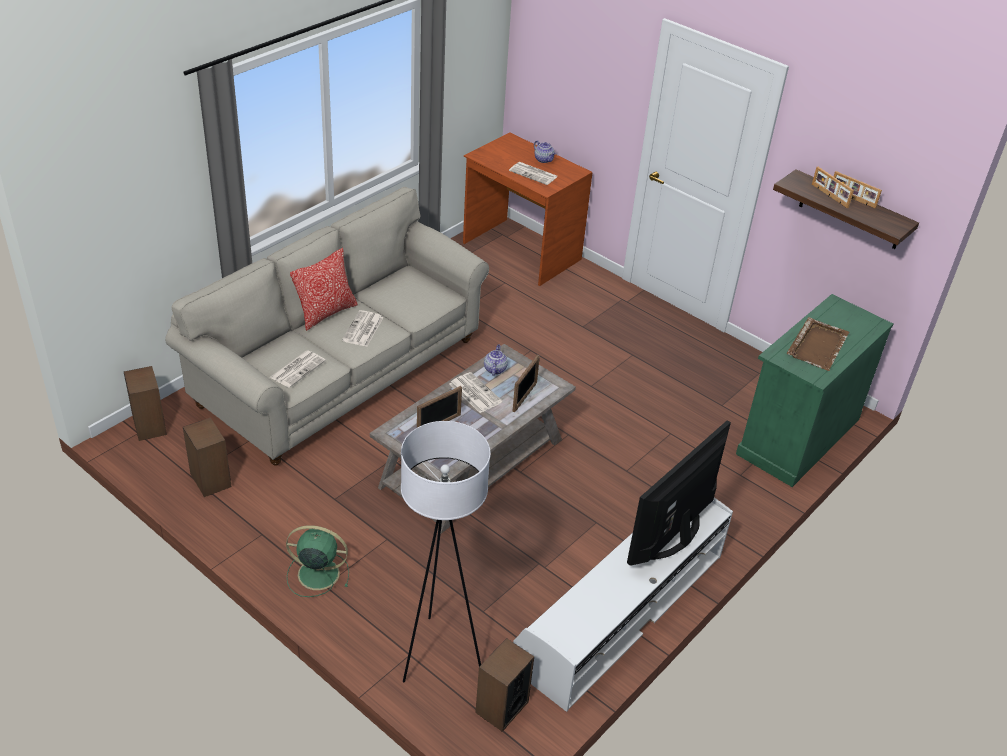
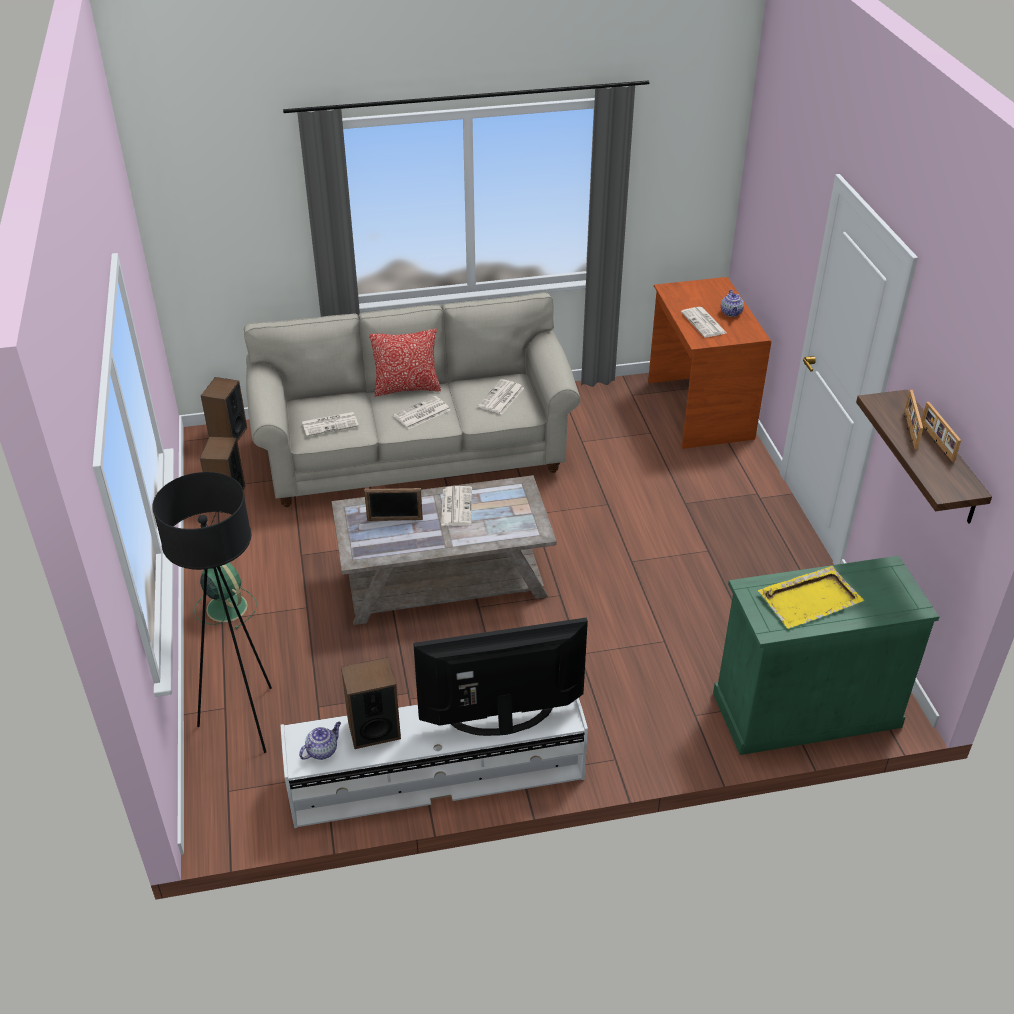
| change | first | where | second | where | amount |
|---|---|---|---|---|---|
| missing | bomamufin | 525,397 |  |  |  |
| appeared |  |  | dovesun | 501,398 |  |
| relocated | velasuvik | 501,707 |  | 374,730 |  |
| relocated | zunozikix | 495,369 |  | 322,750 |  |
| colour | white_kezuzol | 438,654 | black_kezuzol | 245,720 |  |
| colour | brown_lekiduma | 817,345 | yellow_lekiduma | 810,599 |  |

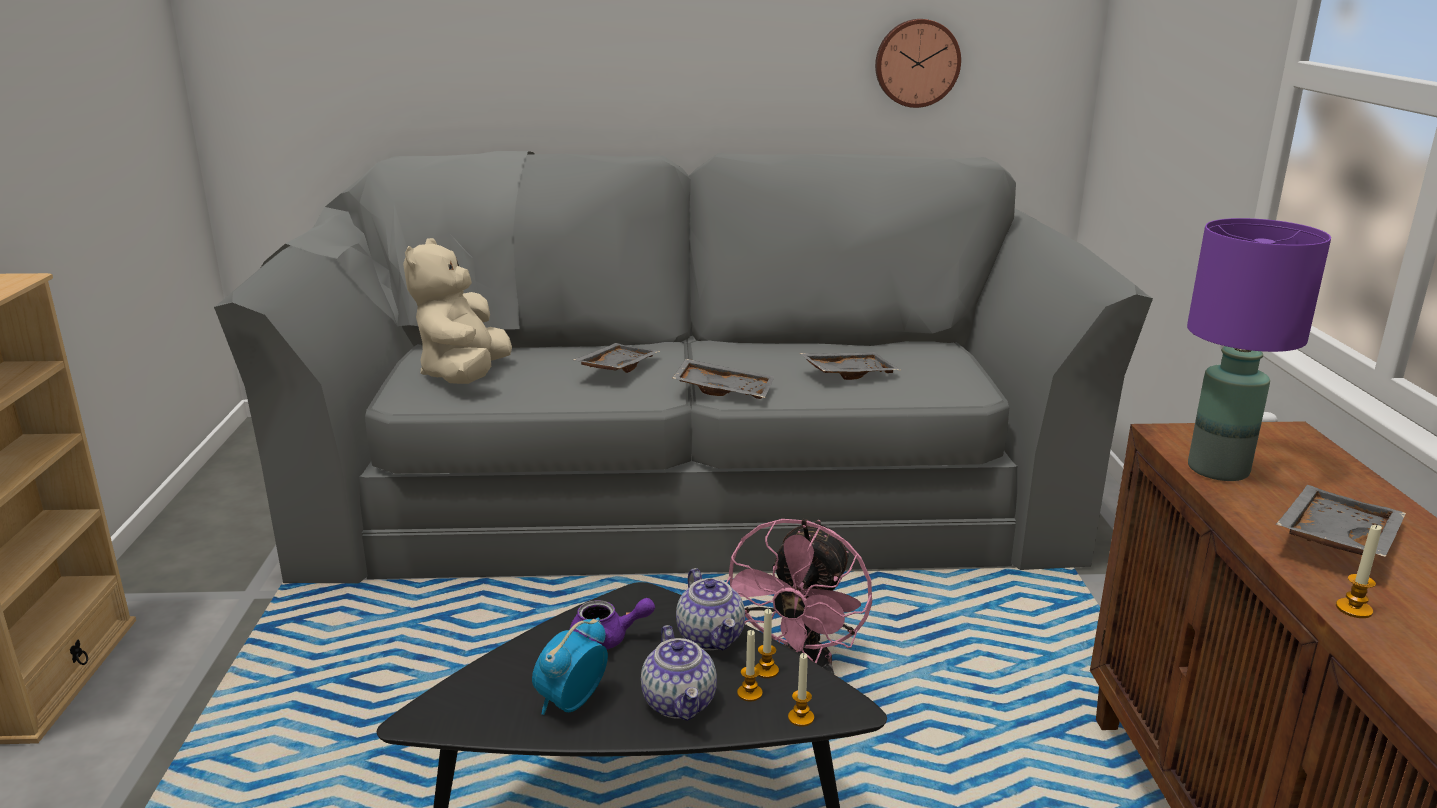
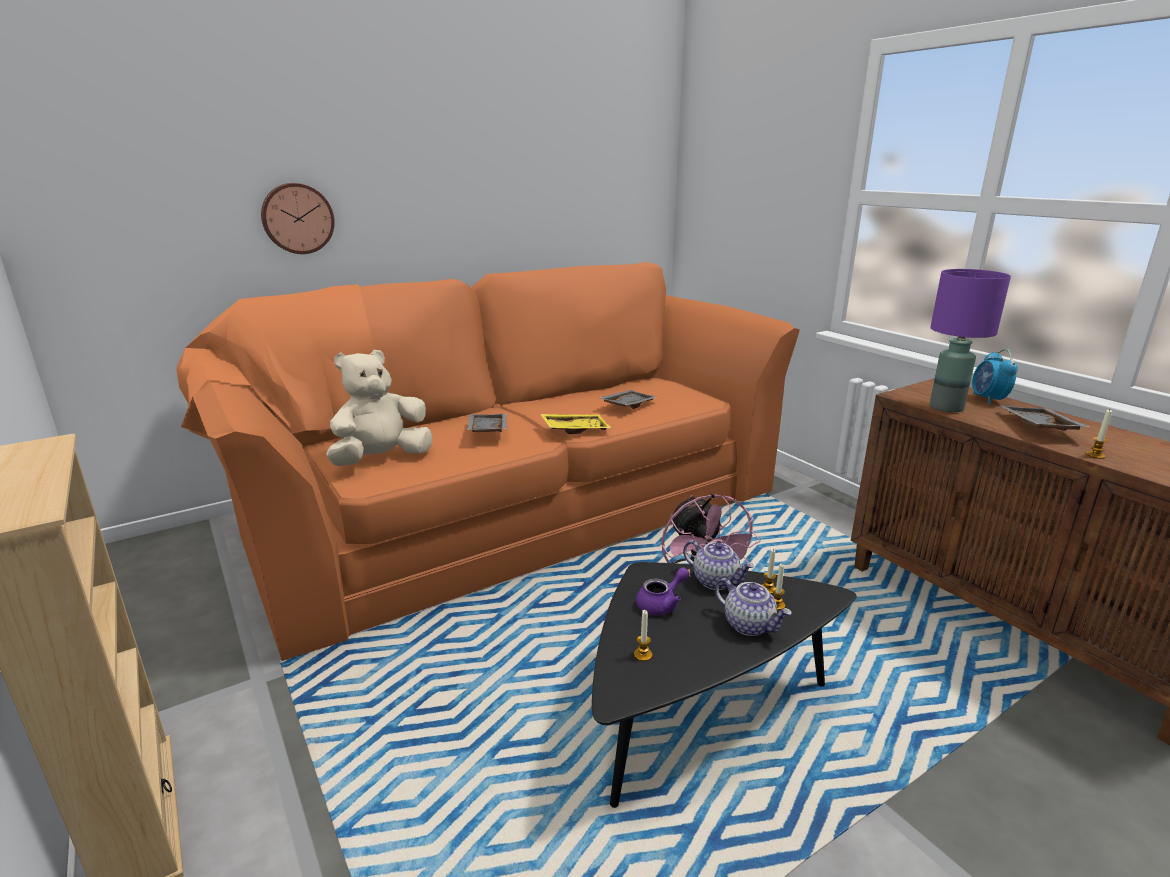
| change | first | where | second | where | amount |
|---|---|---|---|---|---|
| relocated | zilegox | 571,703 |  | 988,399 |  |
| relocated | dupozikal | 801,718 |  | 643,655 |  |
| relocated | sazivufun | 916,63 |  | 297,218 |  |
| colour | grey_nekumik | 685,487 | orange_nekumik | 511,506 |  |
| colour | grey_lekiduma | 724,390 | yellow_lekiduma | 575,429 |  |
| spun | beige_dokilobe | 465,376 |  | 381,459 | 75 degrees clockwise |

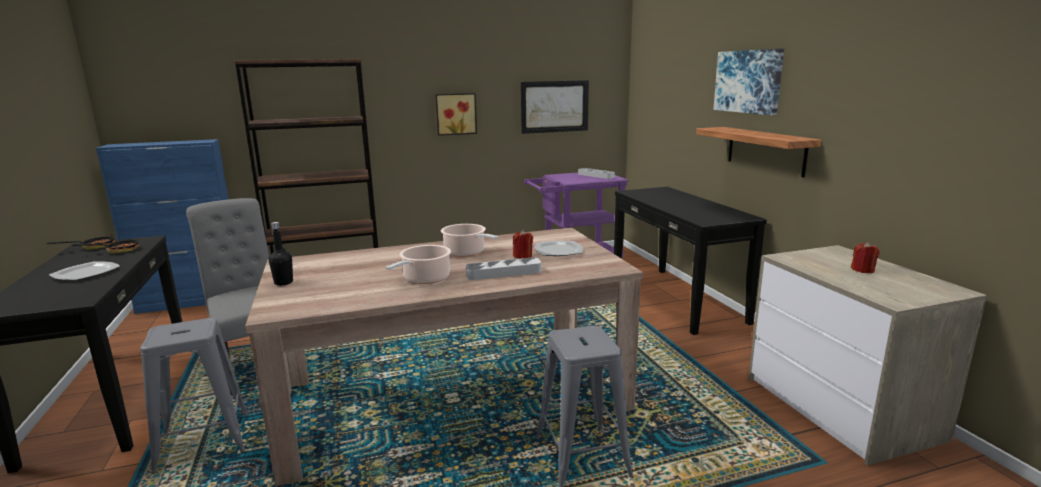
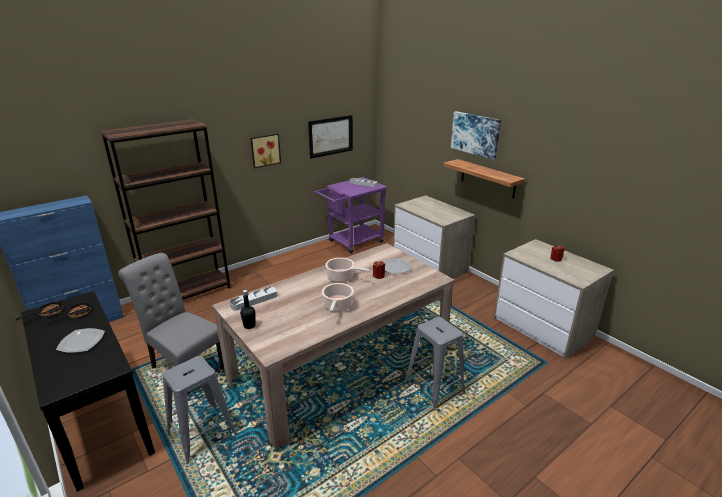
| change | first | where | second | where | amount |
|---|---|---|---|---|---|
| relocated | grey_lekiduma | 503,273 |  | 254,300 |  |
| exchanged | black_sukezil | 676,298 | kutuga | 430,266 |  |

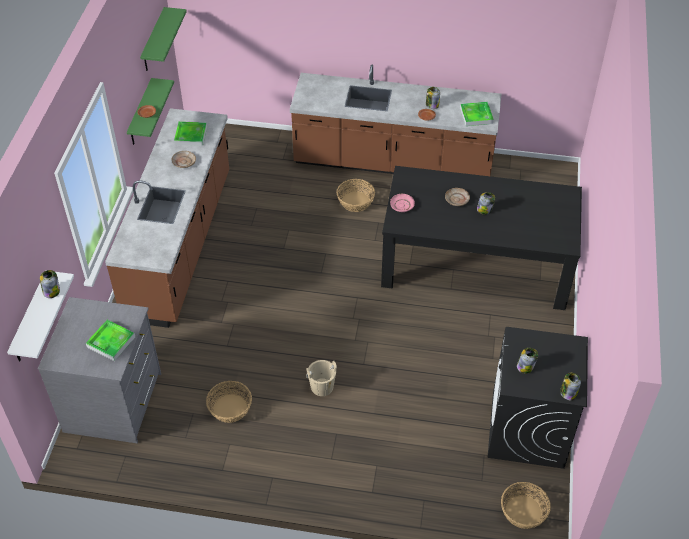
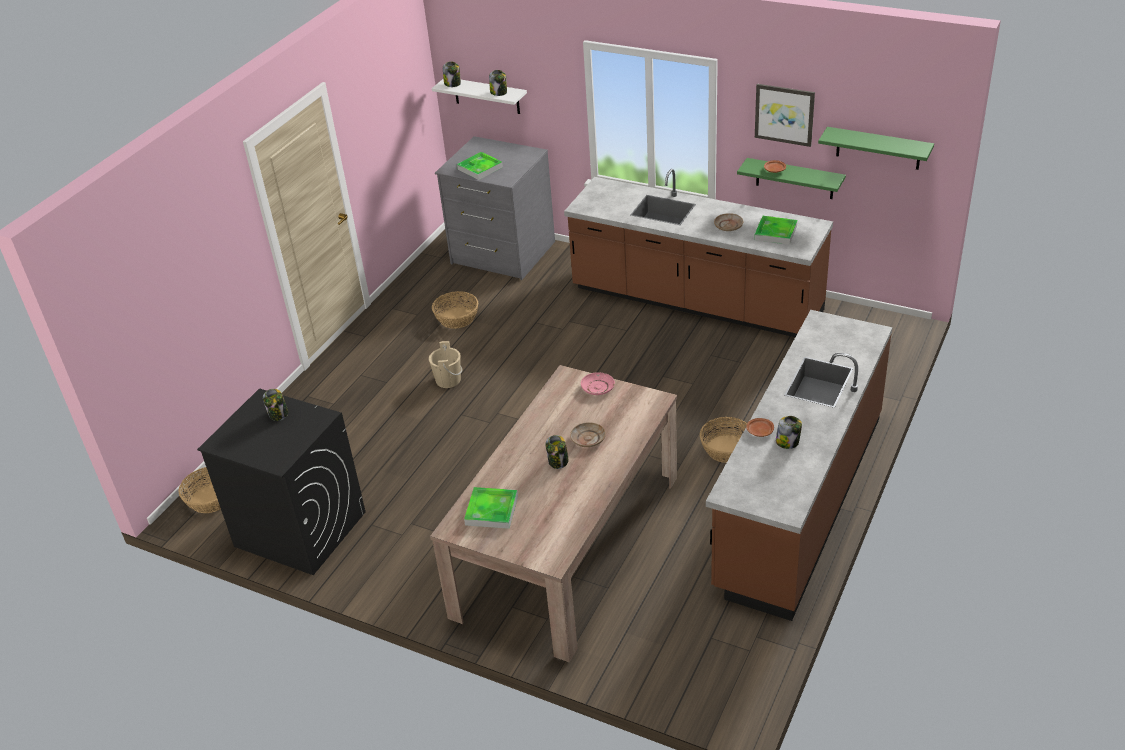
| change | first | where | second | where | amount |
|---|---|---|---|---|---|
| appeared |  |  | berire | 784,114 |  |
| relocated | lekiduma | 476,115 |  | 491,510 |  |
| relocated | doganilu | 568,392 |  | 453,84 |  |
| colour | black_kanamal | 476,264 | beige_kanamal | 568,545 |  |

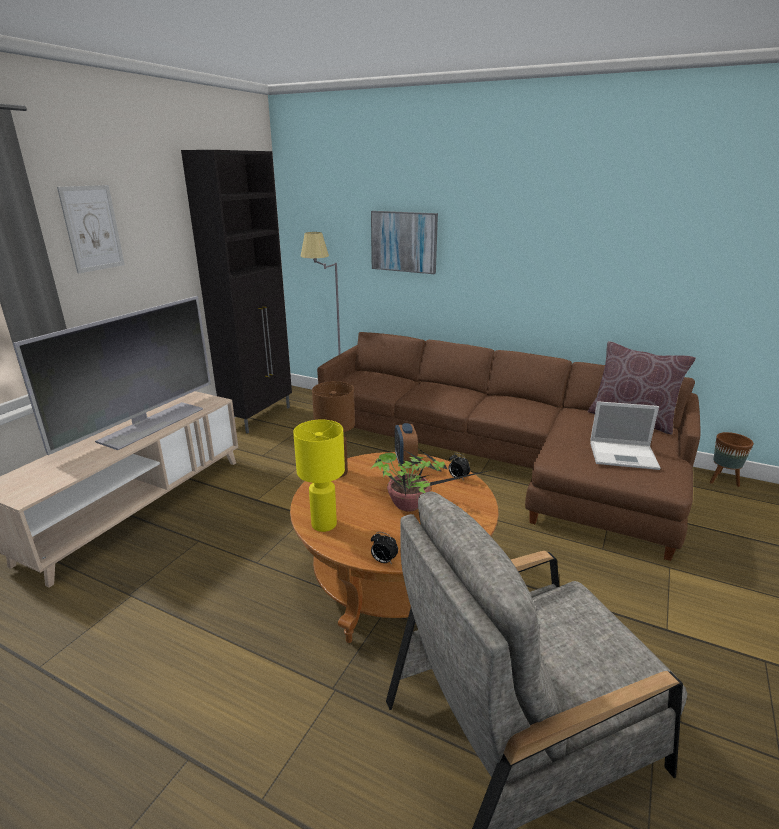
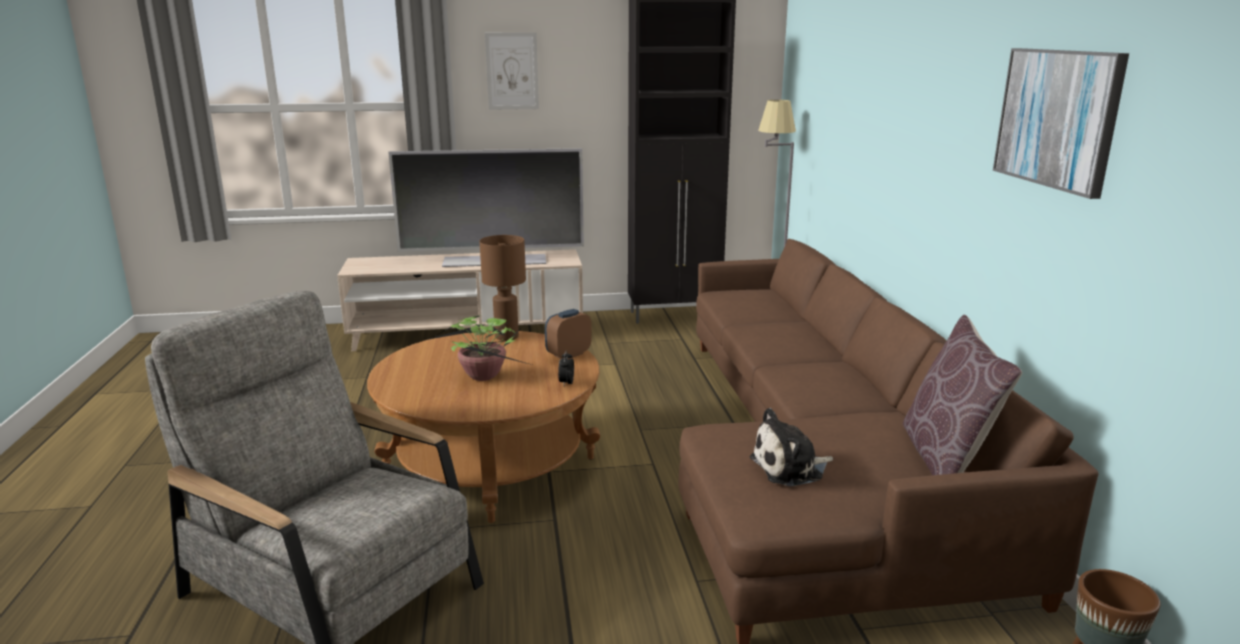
| change | first | where | second | where | amount |
|---|---|---|---|---|---|
| missing | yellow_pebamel | 324,524 |  |  |  |
| missing | zilegox | 383,561 |  |  |  |
| relocated | berire | 404,242 |  | 1057,118 |  |
| exchanged | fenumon | 624,455 | dokilobe | 790,468 |  |

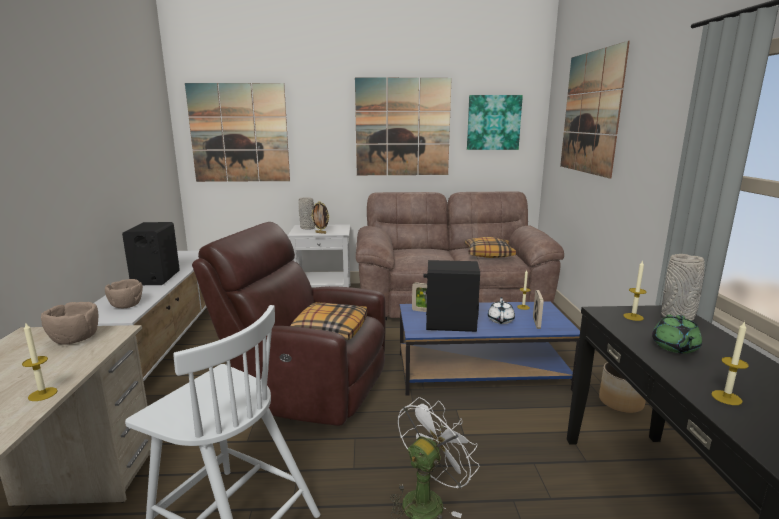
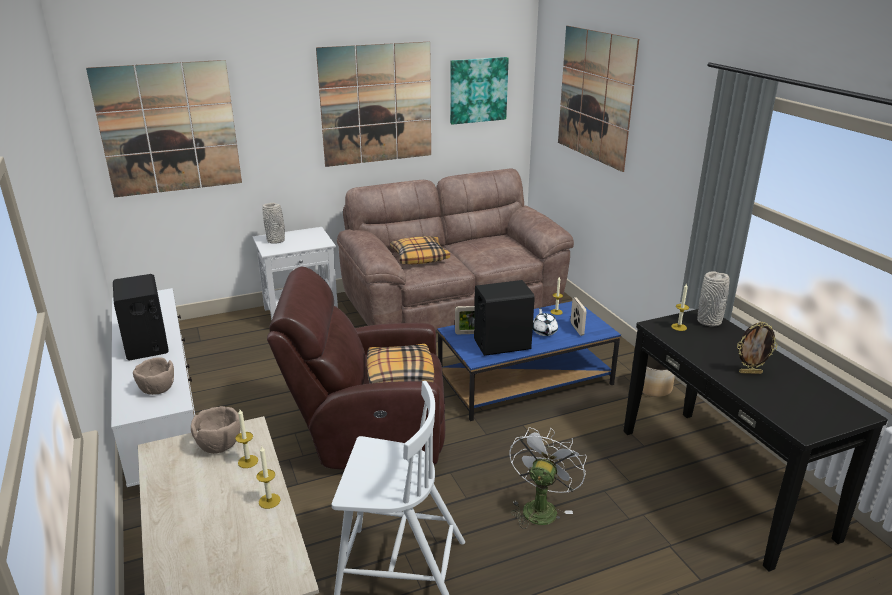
| change | first | where | second | where | amount |
|---|---|---|---|---|---|
| missing | green_zunozikix | 675,347 |  |  |  |
| relocated | bomamufin | 321,233 |  | 750,372 |  |
| relocated | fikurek | 488,254 |  | 419,257 |  |
| relocated | dupozikal | 726,397 |  | 248,461 |  |

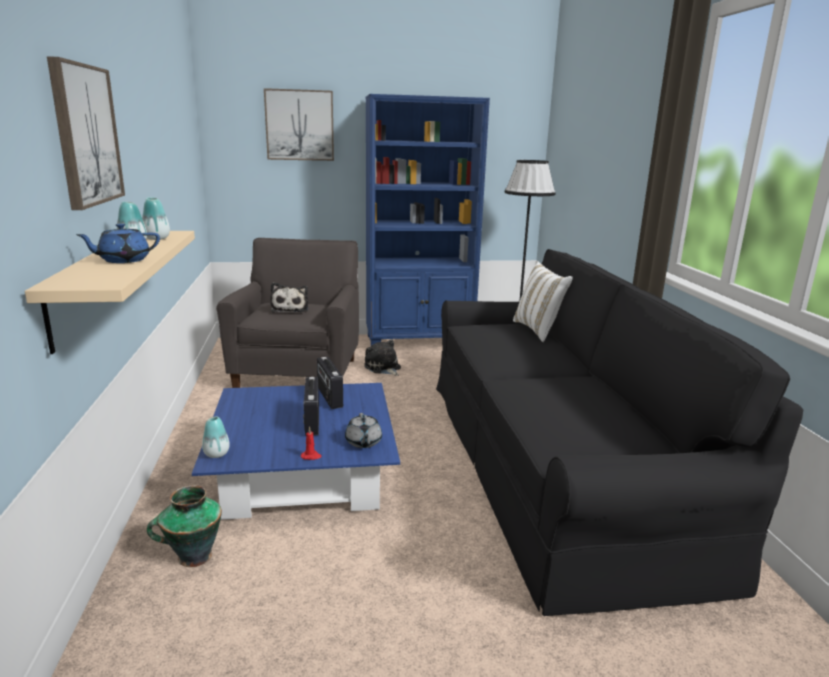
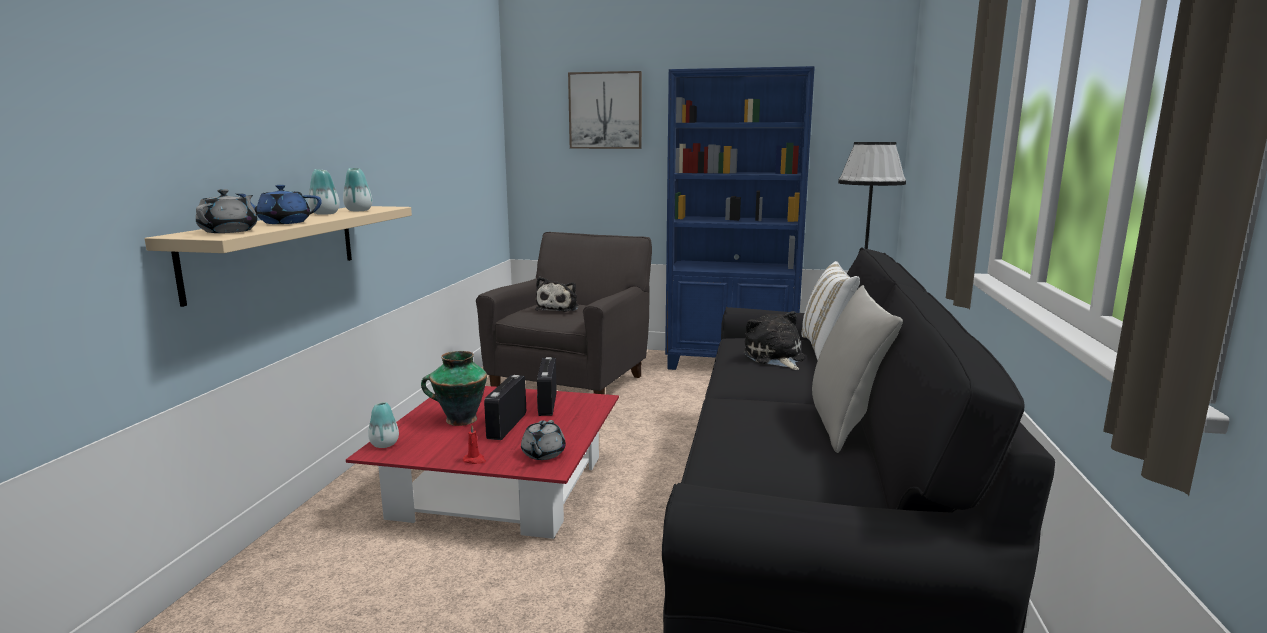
| change | first | where | second | where | amount |
|---|---|---|---|---|---|
| missing | berire | 86,135 |  |  |  |
| appeared |  |  | grey_zunozikix | 230,231 |  |
| appeared |  |  | grey_fikurek | 845,425 |  |
| relocated | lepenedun | 193,557 |  | 459,420 |  |
| relocated | dokilobe | 383,368 |  | 775,358 |  |
| colour | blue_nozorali | 304,474 | red_nozorali | 501,487 |  |

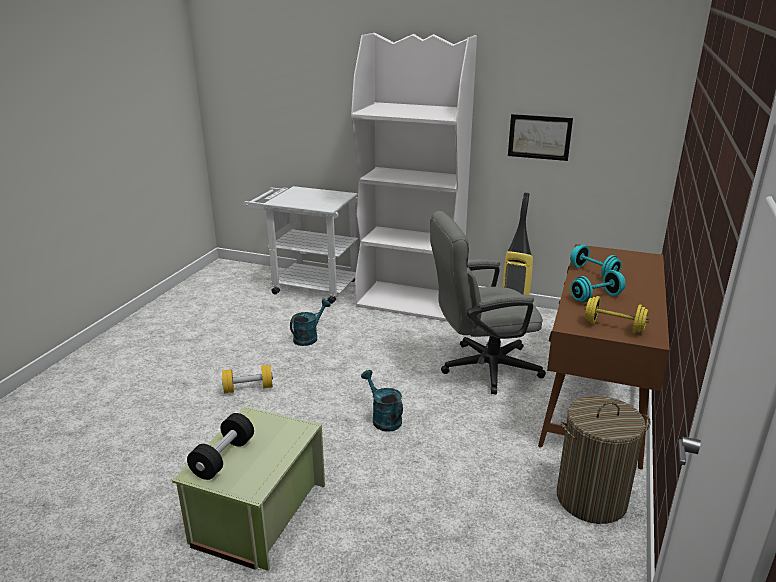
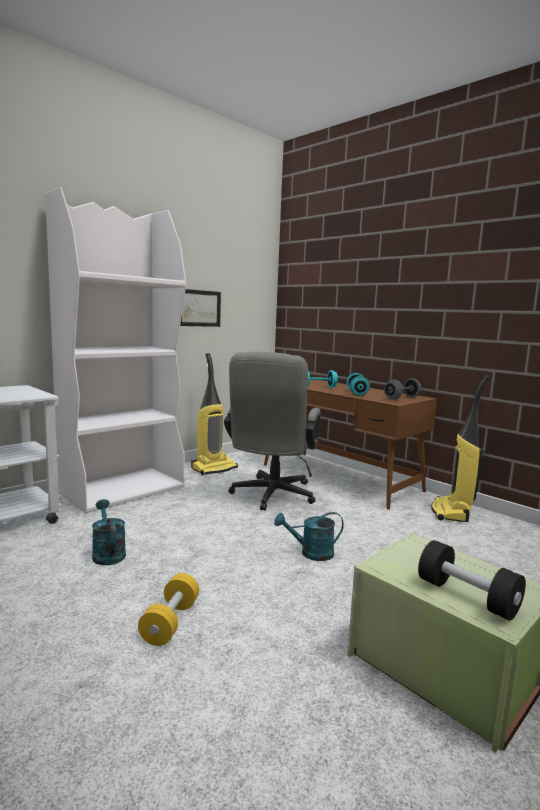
| change | first | where | second | where | amount |
|---|---|---|---|---|---|
| exchanged | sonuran | 591,499 | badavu | 452,512 |  |
| colour | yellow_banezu | 614,327 | grey_banezu | 401,398 |  |

